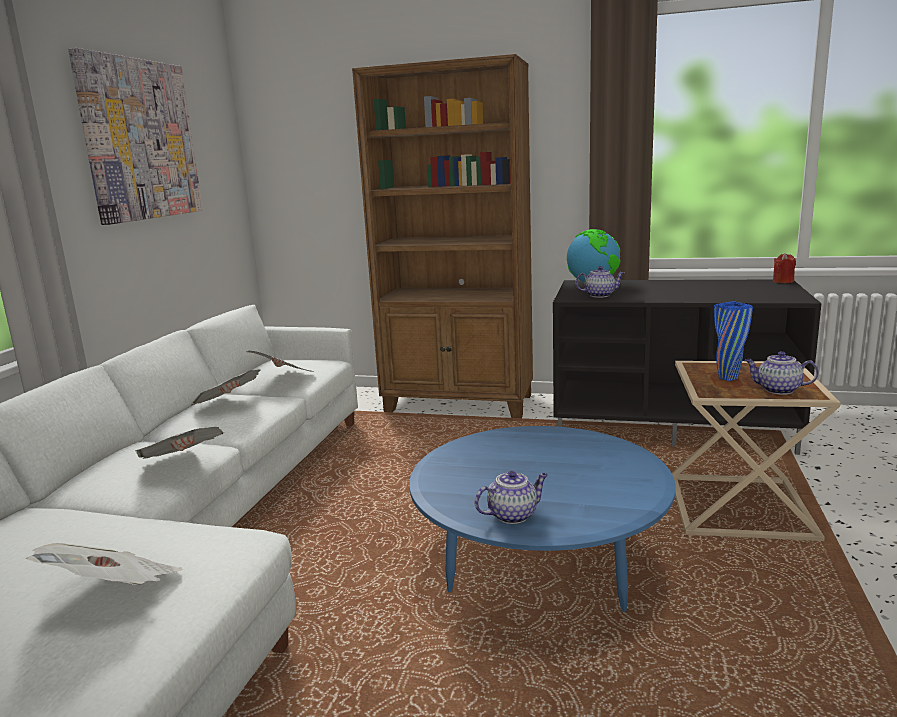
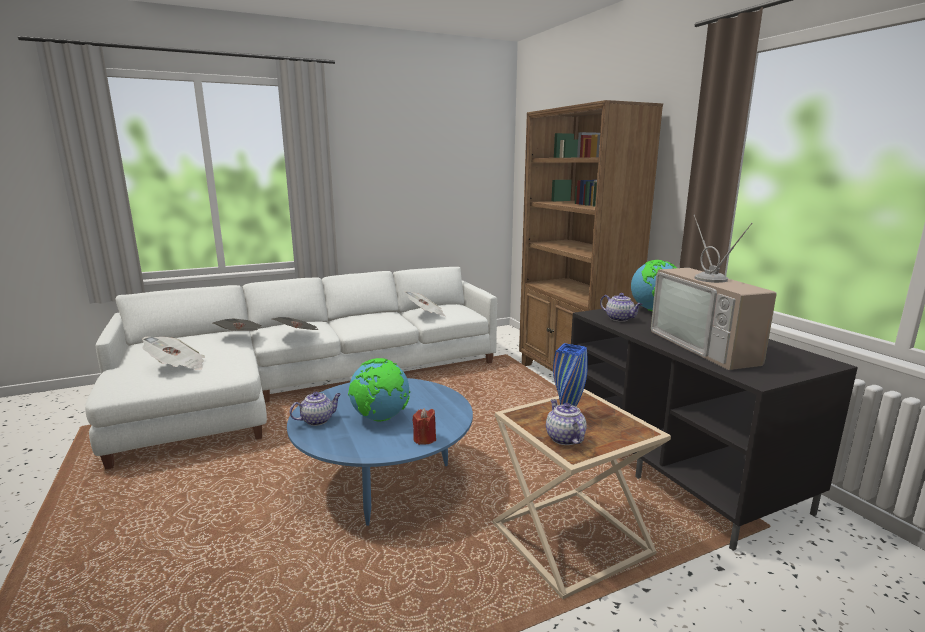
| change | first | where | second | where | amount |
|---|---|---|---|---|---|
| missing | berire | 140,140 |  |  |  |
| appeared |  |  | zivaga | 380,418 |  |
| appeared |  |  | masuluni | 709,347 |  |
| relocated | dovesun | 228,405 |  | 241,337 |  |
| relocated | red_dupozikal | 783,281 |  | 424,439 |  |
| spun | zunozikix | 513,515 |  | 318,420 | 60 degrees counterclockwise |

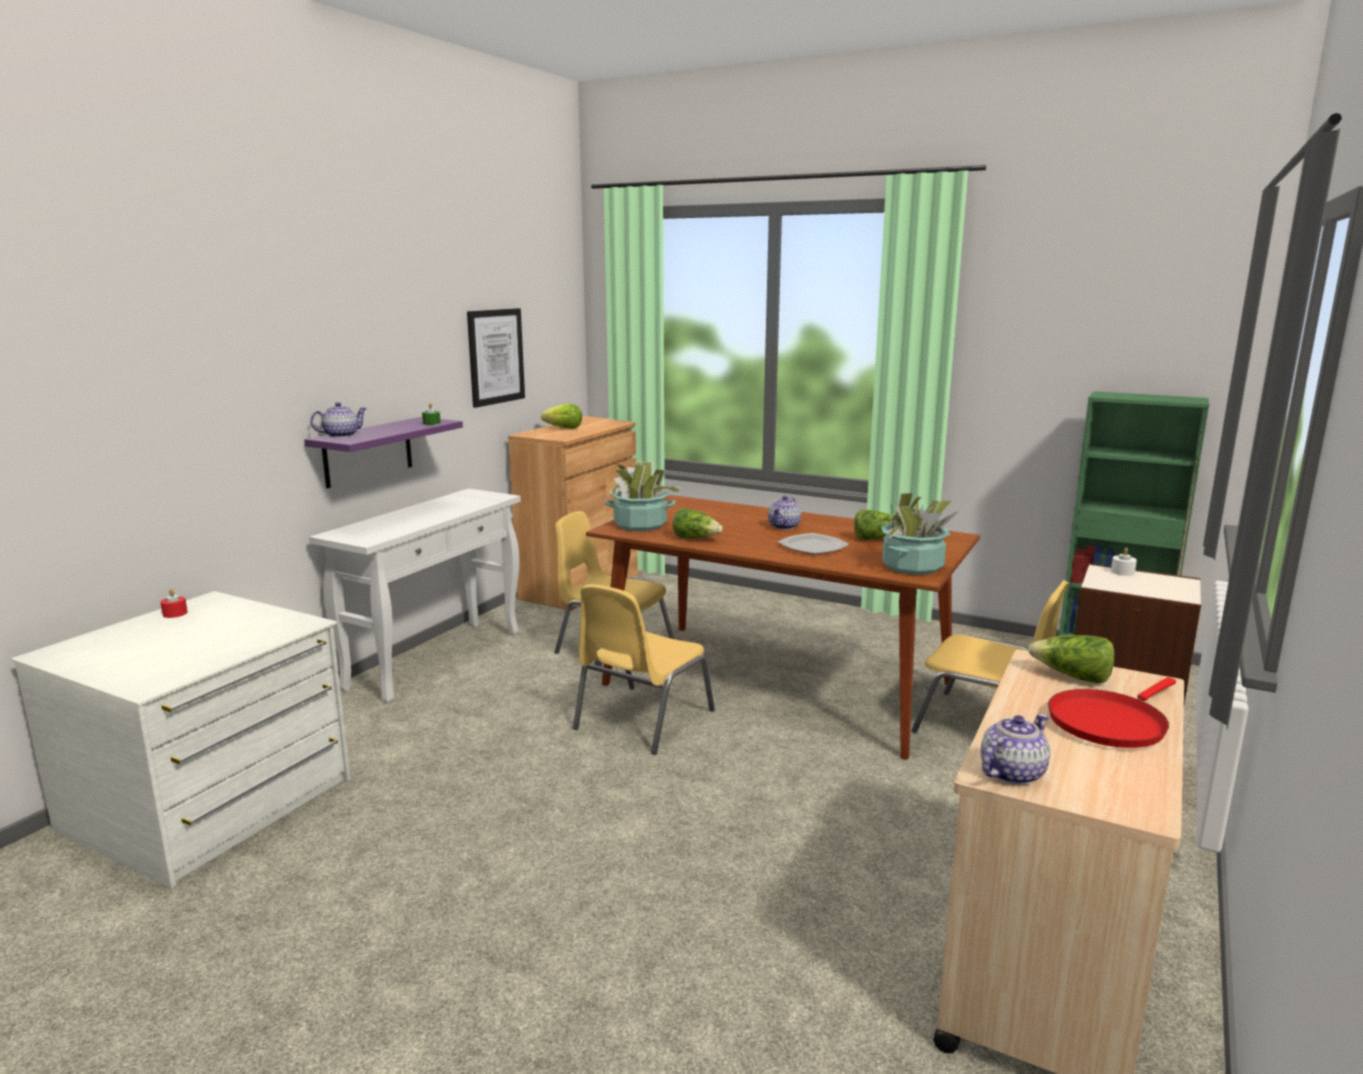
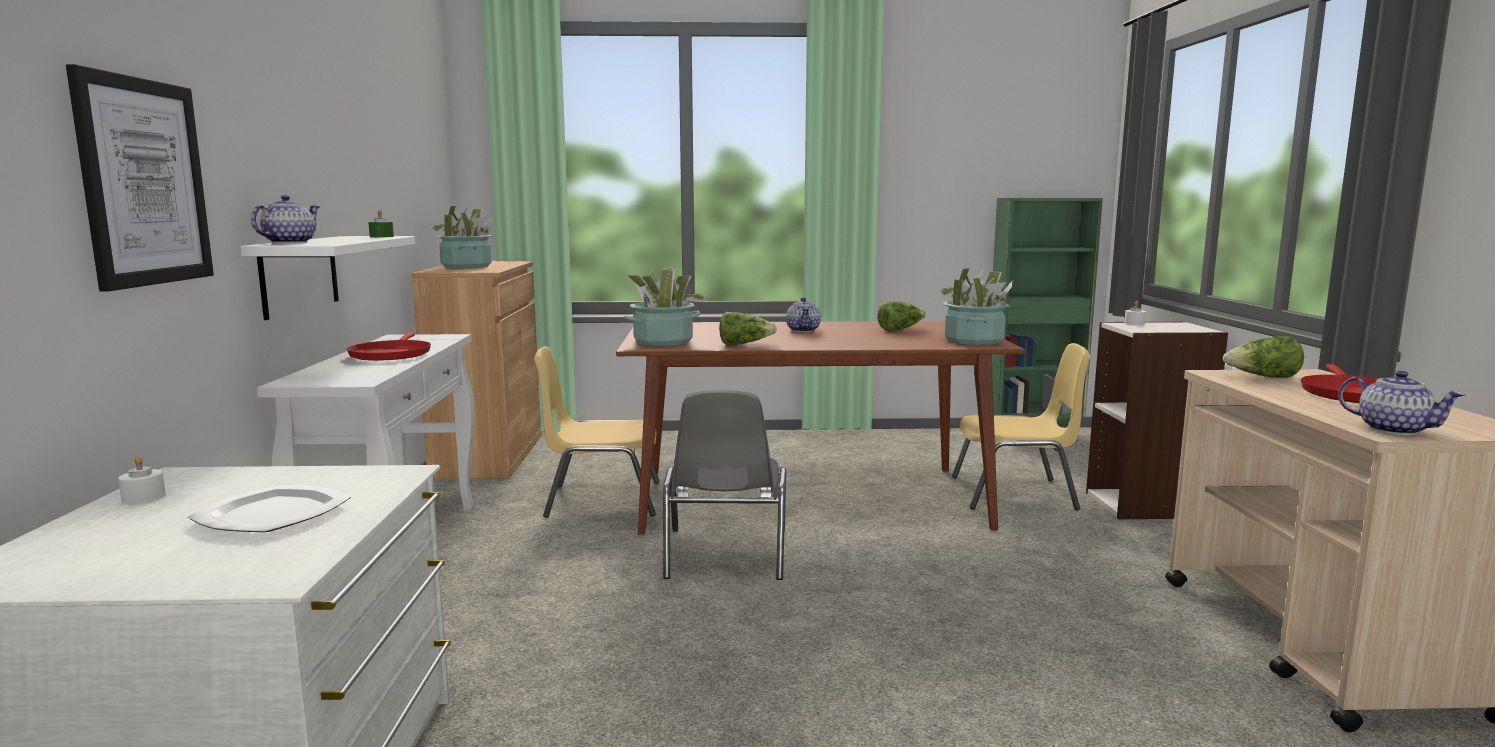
| change | first | where | second | where | amount |
|---|---|---|---|---|---|
| appeared |  |  | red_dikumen | 391,354 |  |
| relocated | berire | 495,356 |  | 144,182 |  |
| relocated | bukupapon | 813,547 |  | 273,515 |  |
| exchanged | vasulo | 564,428 | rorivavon | 466,266 |  |
| colour | red_dupozikal | 175,613 | white_dupozikal | 143,497 |  |
| colour | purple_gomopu | 368,452 | white_gomopu | 299,275 |  |
| colour | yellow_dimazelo | 641,720 | grey_dimazelo | 725,555 |  |
| spun | zunozikix | 1011,773 |  | 1392,429 | 120 degrees clockwise |

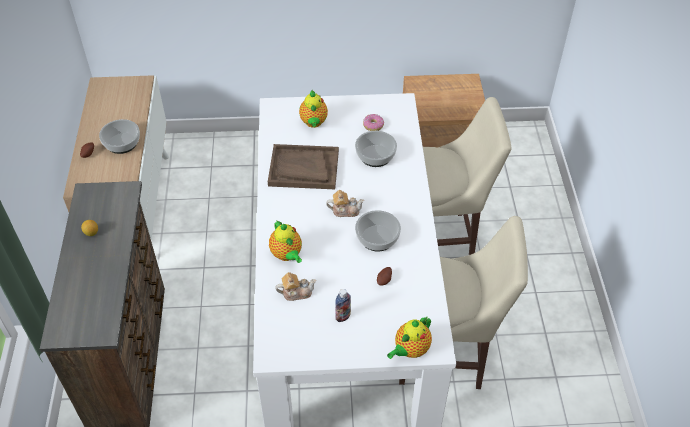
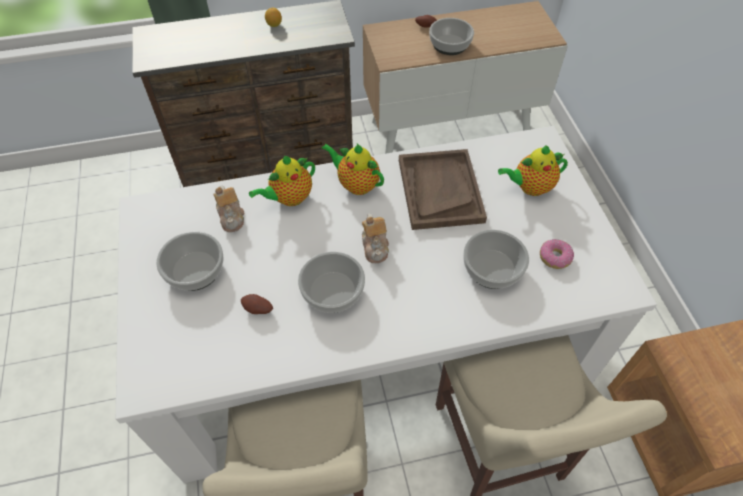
| change | first | where | second | where | amount |
|---|---|---|---|---|---|
| relocated | zunozikix | 410,350 |  | 356,184 |  |
| exchanged | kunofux | 343,316 | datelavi | 196,270 |  |

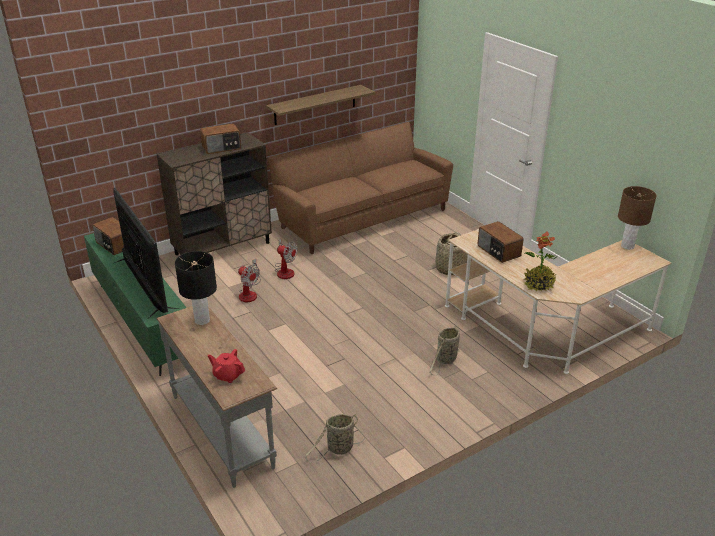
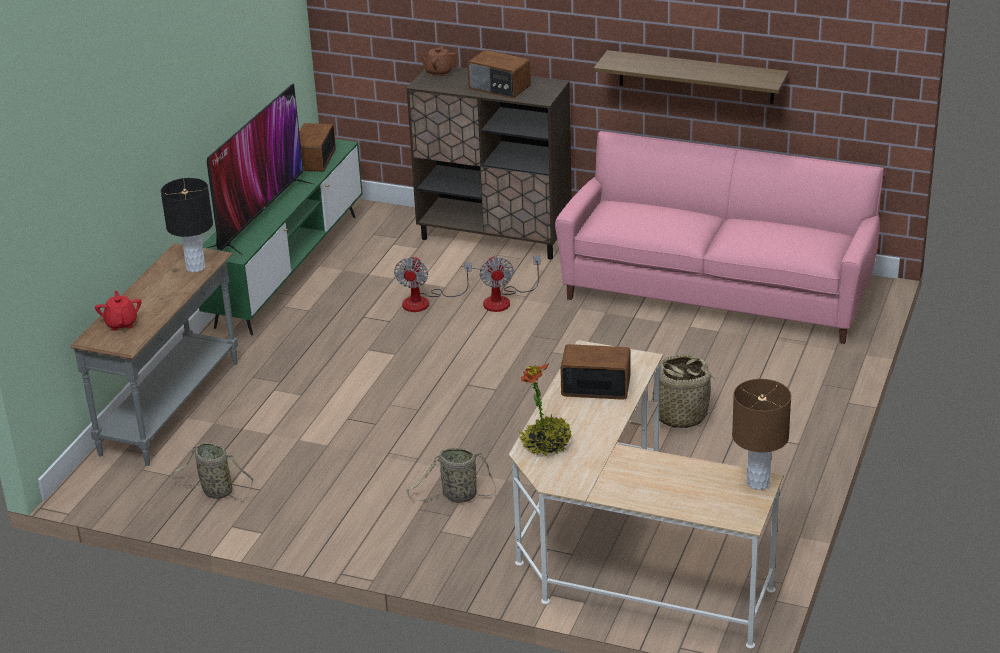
| change | first | where | second | where | amount |
|---|---|---|---|---|---|
| appeared |  |  | brown_zunozikix | 439,72 |  |
| colour | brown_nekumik | 361,217 | pink_nekumik | 718,290 |  |
| spun | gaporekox | 498,251 |  | 595,386 | 75 degrees clockwise |

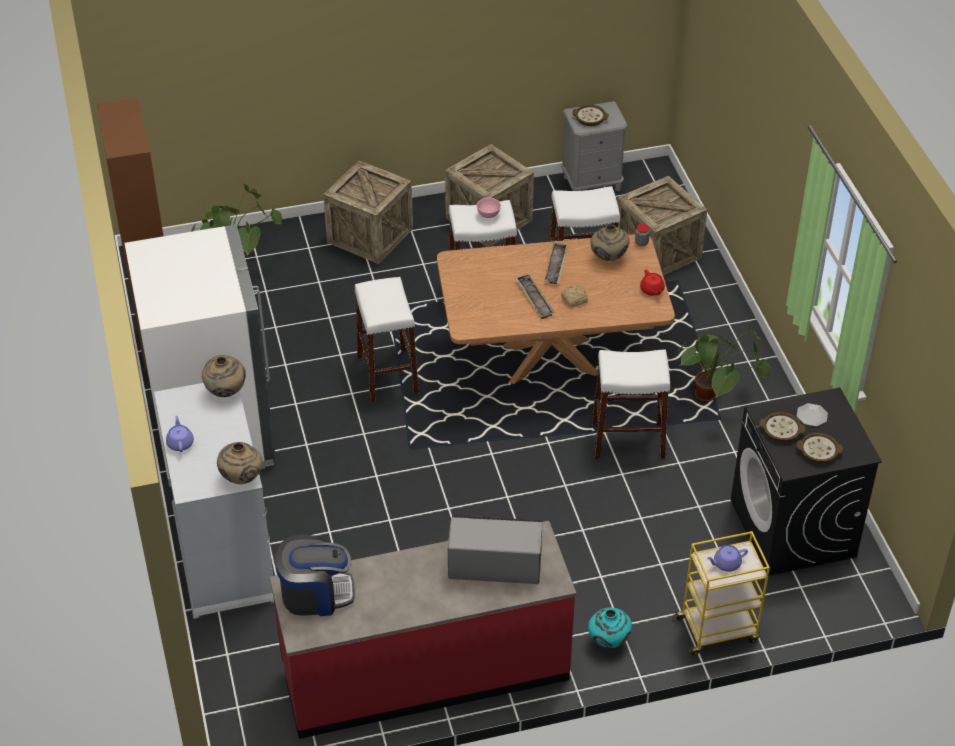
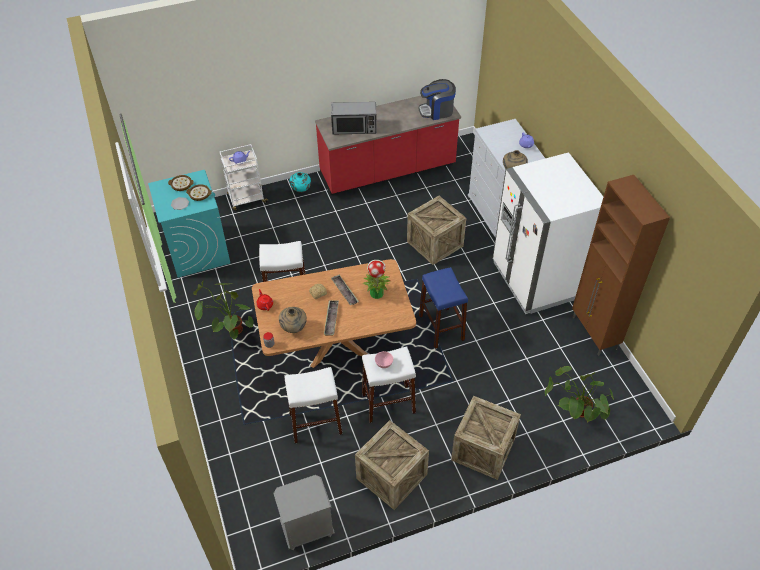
| change | first | where | second | where | amount |
|---|---|---|---|---|---|
| missing | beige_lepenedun | 241,479 |  |  |  |
| missing | datelavi | 590,118 |  |  |  |
| appeared |  |  | rorivavon | 376,293 |  |
| relocated | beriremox | 657,251 |  | 435,244 |  |
| colour | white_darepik | 387,374 | blue_darepik | 441,328 |  |
| colour | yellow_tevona | 717,629 | white_tevona | 246,199 |  |
| colour | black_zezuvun | 793,529 | turquoise_zezuvun | 197,250 |  |

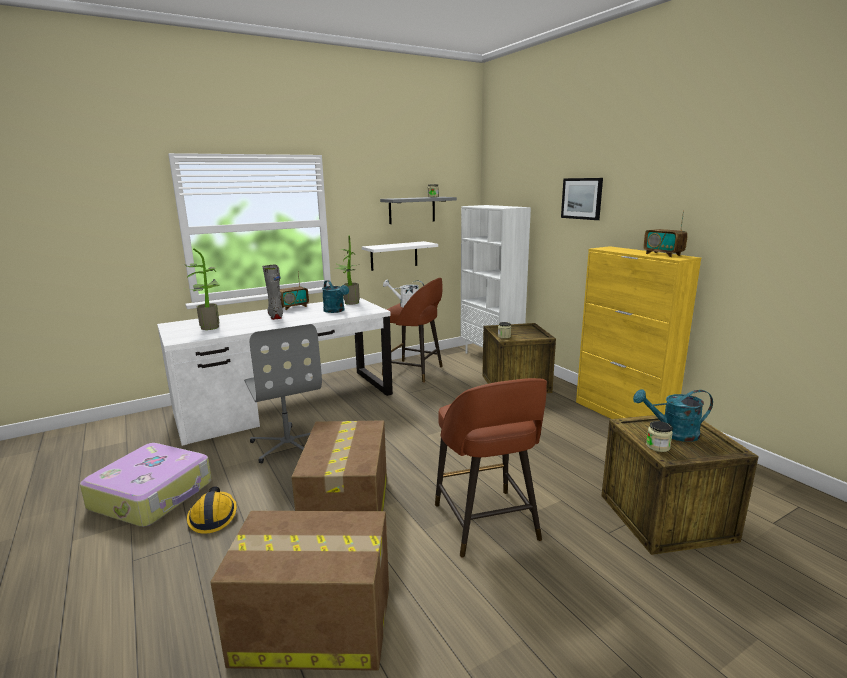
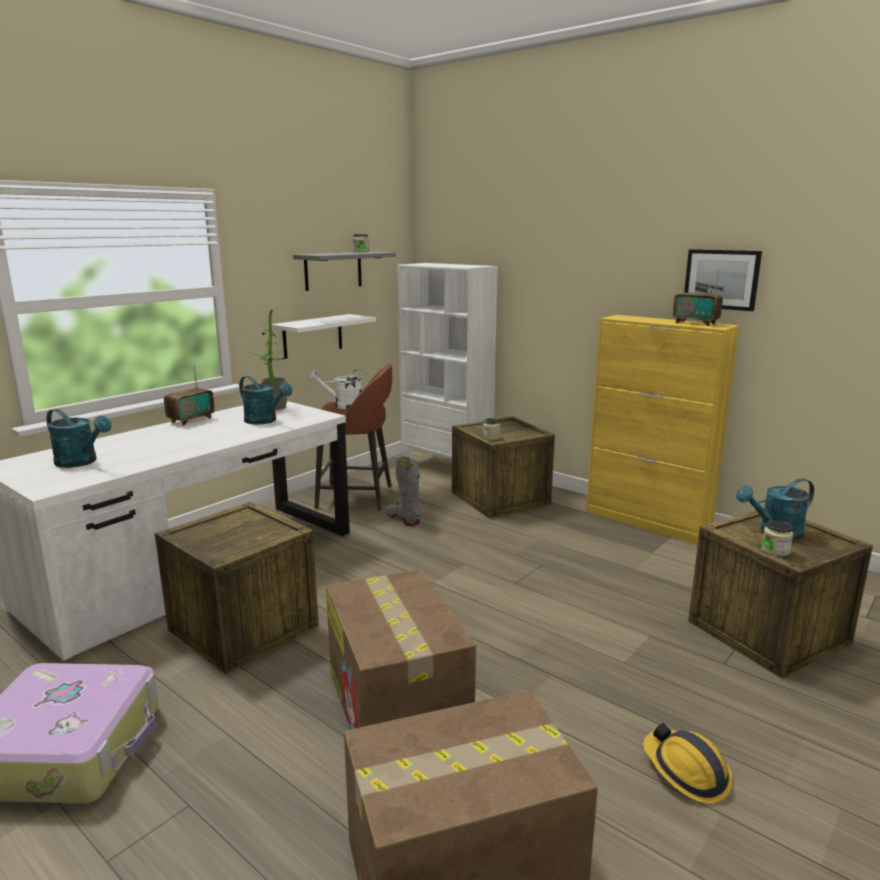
| change | first | where | second | where | amount |
|---|---|---|---|---|---|
| missing | brown_darepik | 487,524 |  |  |  |
| relocated | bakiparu | 213,516 |  | 686,771 |  |
| relocated | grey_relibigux | 275,316 |  | 403,519 |  |
| relocated | berire | 582,198 |  | 721,279 |  |
| exchanged | rorivavon | 209,327 | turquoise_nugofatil | 81,462 |  |
| exchanged | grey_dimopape | 288,444 | beriremox | 243,627 |  |

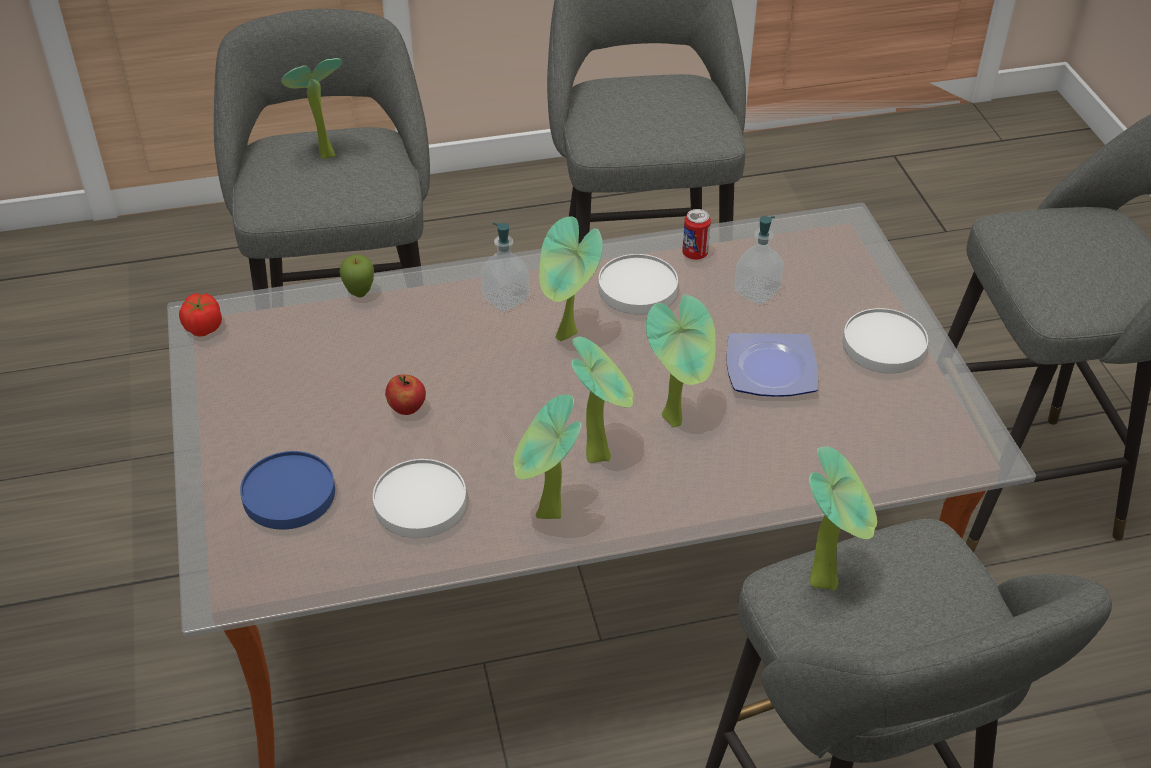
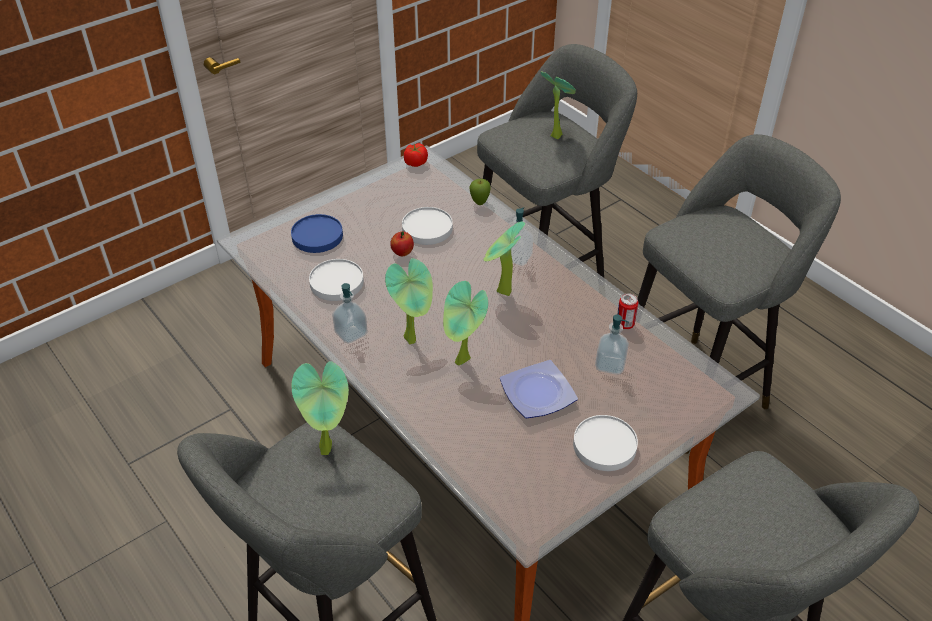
| change | first | where | second | where | amount |
|---|---|---|---|---|---|
| relocated | white_bukupapon | 638,288 |  | 427,228 |  |
| exchanged | rorivavon | 546,518 | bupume | 351,333 |  |

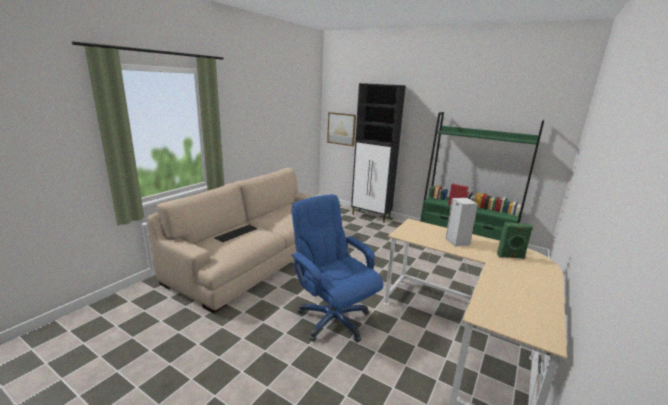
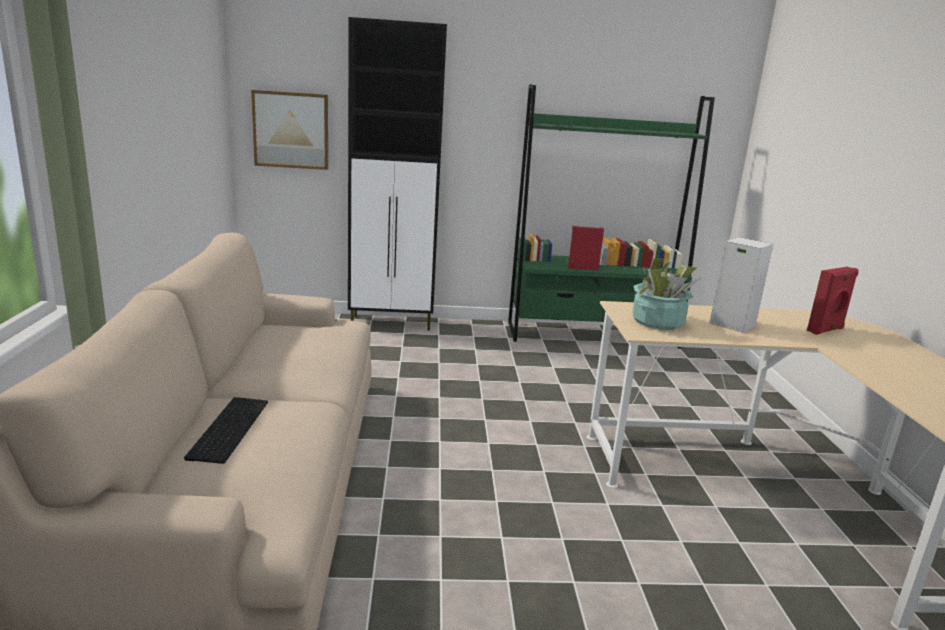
| change | first | where | second | where | amount |
|---|---|---|---|---|---|
| missing | blue_dimopape | 332,319 |  |  |  |
| appeared |  |  | rorivavon | 657,322 |  |
| colour | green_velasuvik | 511,257 | red_velasuvik | 826,330 |  |

